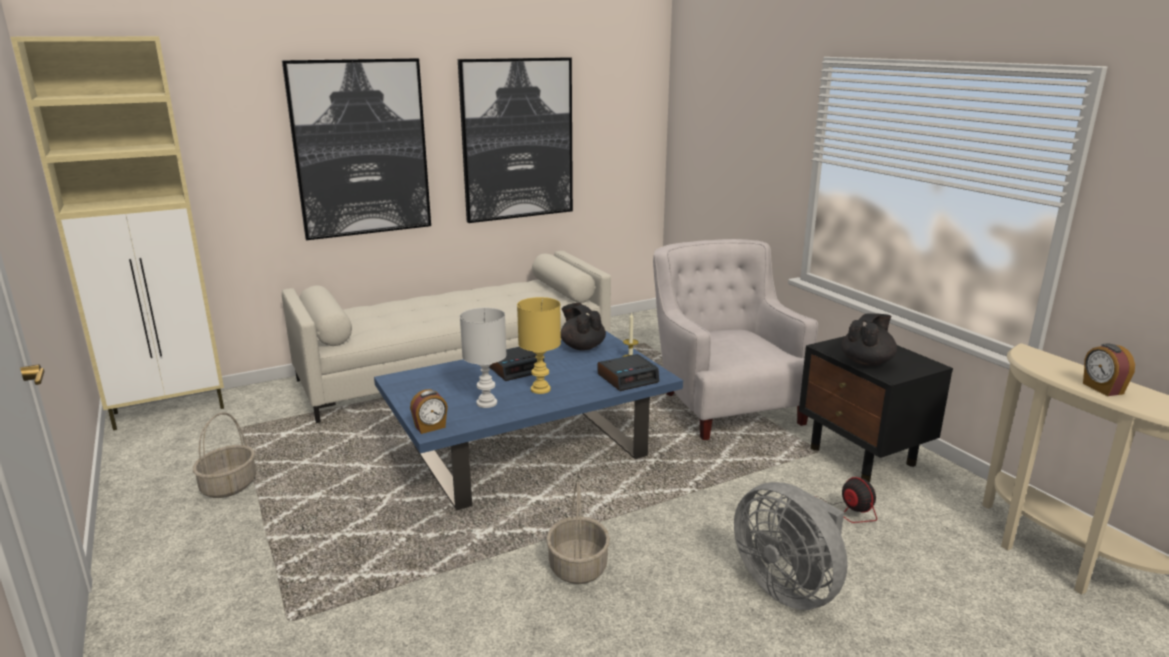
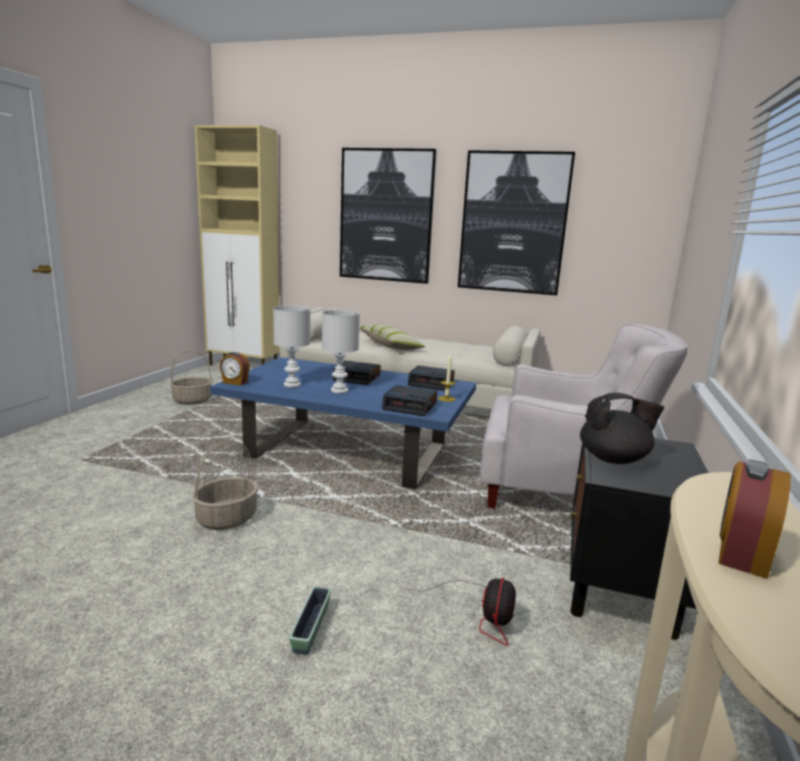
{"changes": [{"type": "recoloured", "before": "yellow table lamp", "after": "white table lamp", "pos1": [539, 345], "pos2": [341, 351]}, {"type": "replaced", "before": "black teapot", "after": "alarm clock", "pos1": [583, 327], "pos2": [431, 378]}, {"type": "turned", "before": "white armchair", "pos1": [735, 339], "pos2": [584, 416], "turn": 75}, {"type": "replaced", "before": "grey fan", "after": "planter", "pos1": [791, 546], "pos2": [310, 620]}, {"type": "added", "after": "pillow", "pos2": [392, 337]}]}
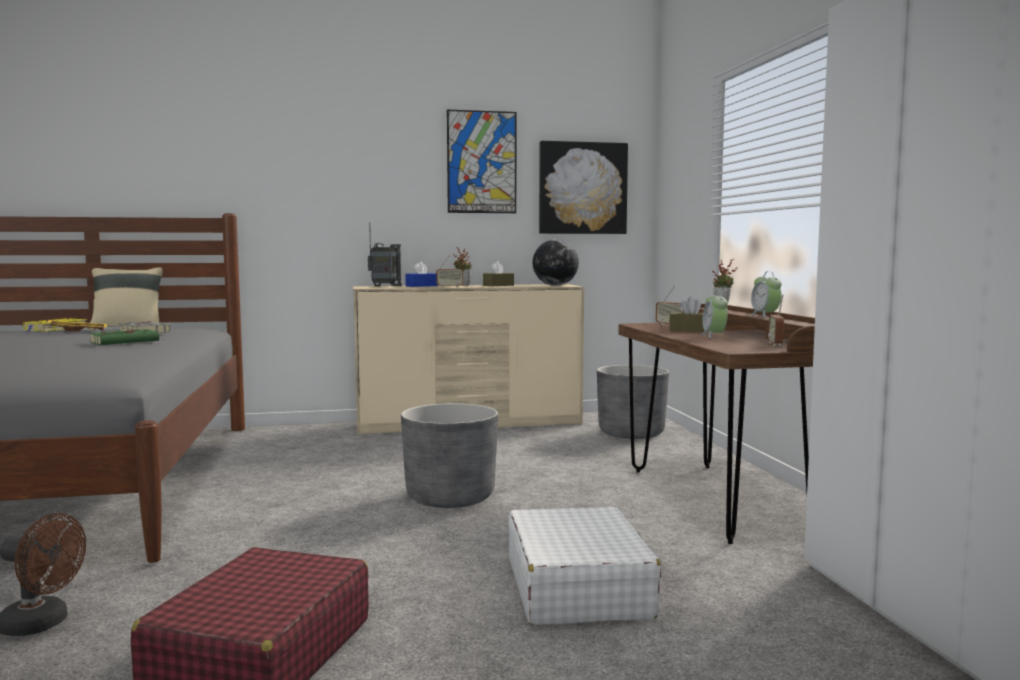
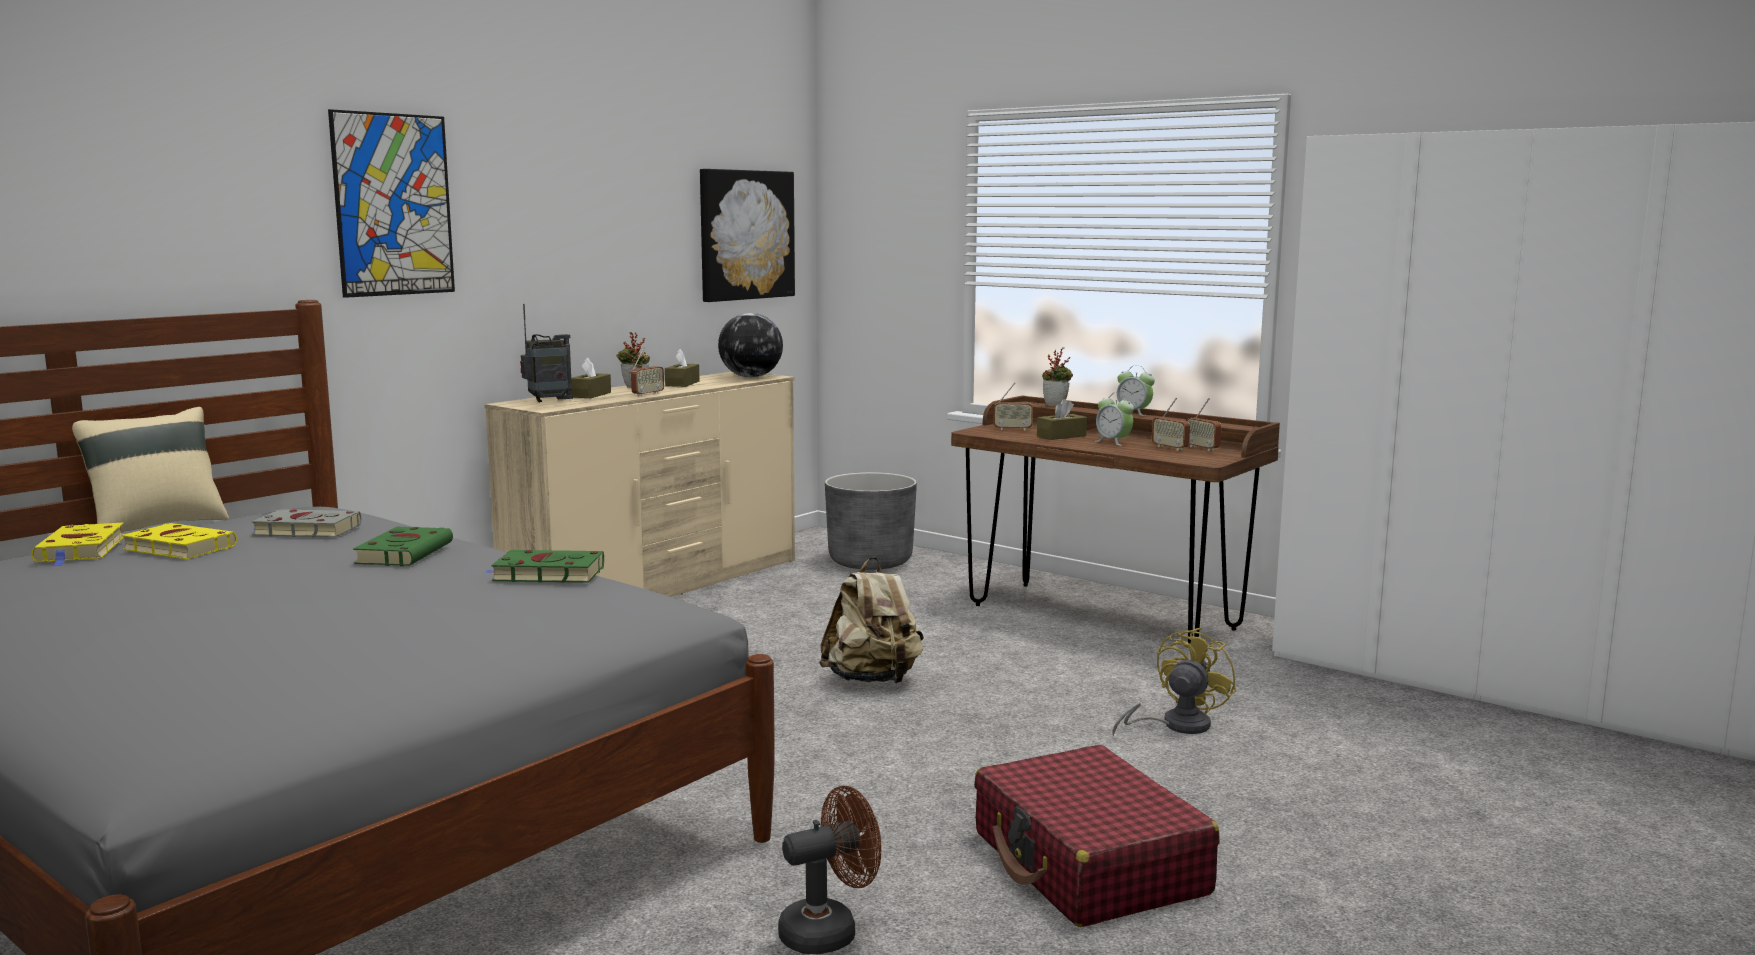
{"changes": [{"type": "replaced", "before": "yellow tray", "after": "yellow book", "pos1": [76, 326], "pos2": [179, 541]}, {"type": "replaced", "before": "grey planter", "after": "beige backpack", "pos1": [449, 455], "pos2": [871, 620]}, {"type": "recoloured", "before": "blue tissue box", "after": "brown tissue box", "pos1": [421, 274], "pos2": [591, 378]}, {"type": "moved", "before": "picture", "pos1": [481, 161], "pos2": [391, 203]}, {"type": "replaced", "before": "white suitcase", "after": "yellow fan", "pos1": [585, 565], "pos2": [1174, 681]}, {"type": "added", "after": "green book", "pos2": [544, 566]}, {"type": "added", "after": "radio", "pos2": [1171, 424]}]}
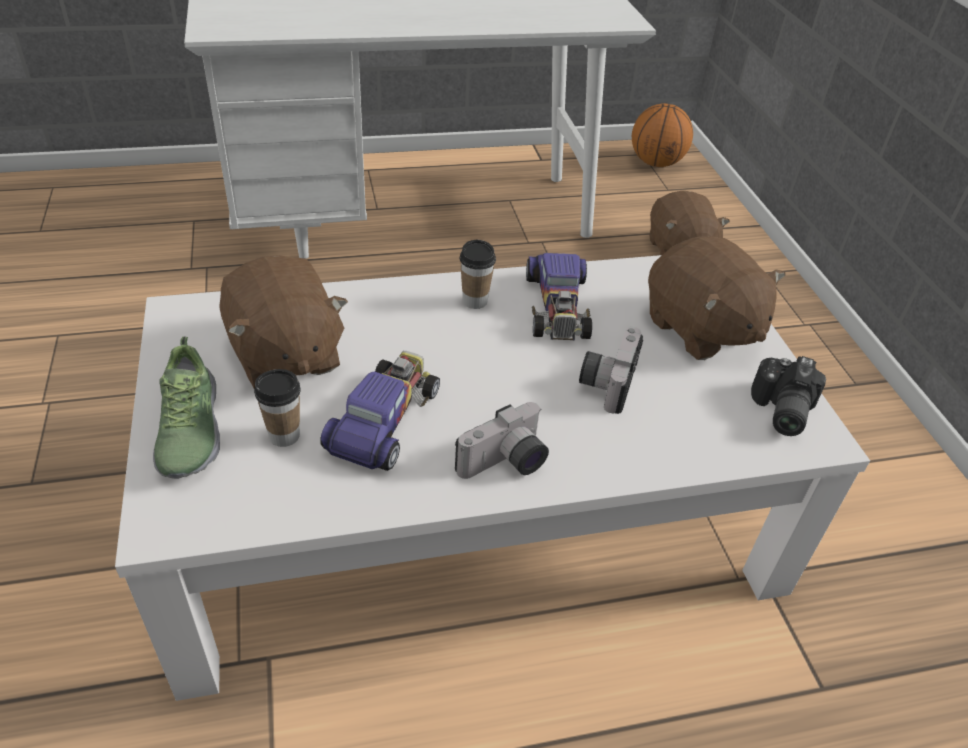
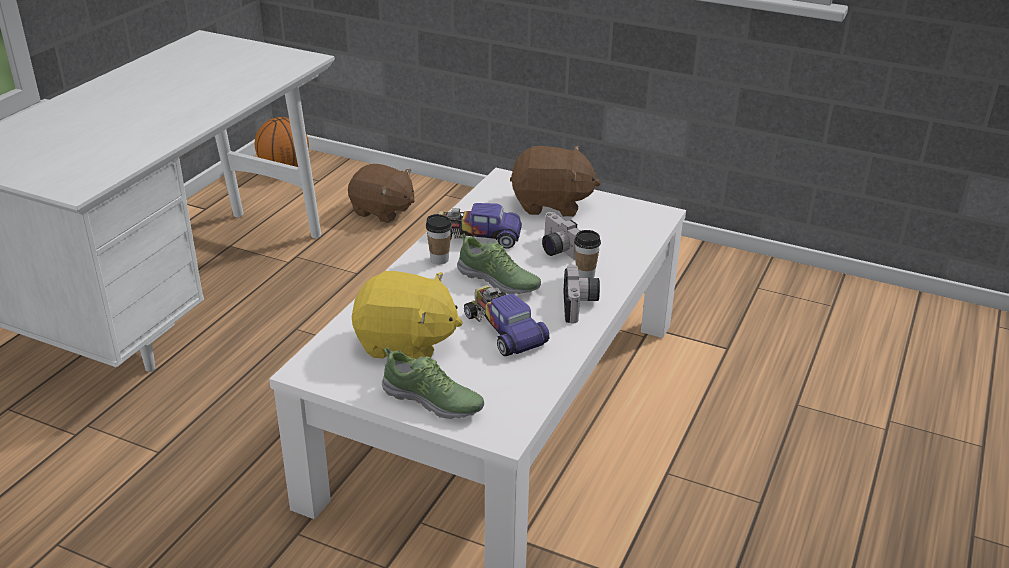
{"changes": [{"type": "recoloured", "before": "brown plush toy", "after": "yellow plush toy", "pos1": [283, 322], "pos2": [407, 315]}, {"type": "moved", "before": "cup", "pos1": [277, 408], "pos2": [587, 254]}, {"type": "turned", "before": "toy car", "pos1": [559, 297], "pos2": [480, 226], "turn": 150}, {"type": "removed", "before": "photo camera", "pos1": [788, 396]}, {"type": "added", "after": "shoe", "pos2": [499, 263]}]}
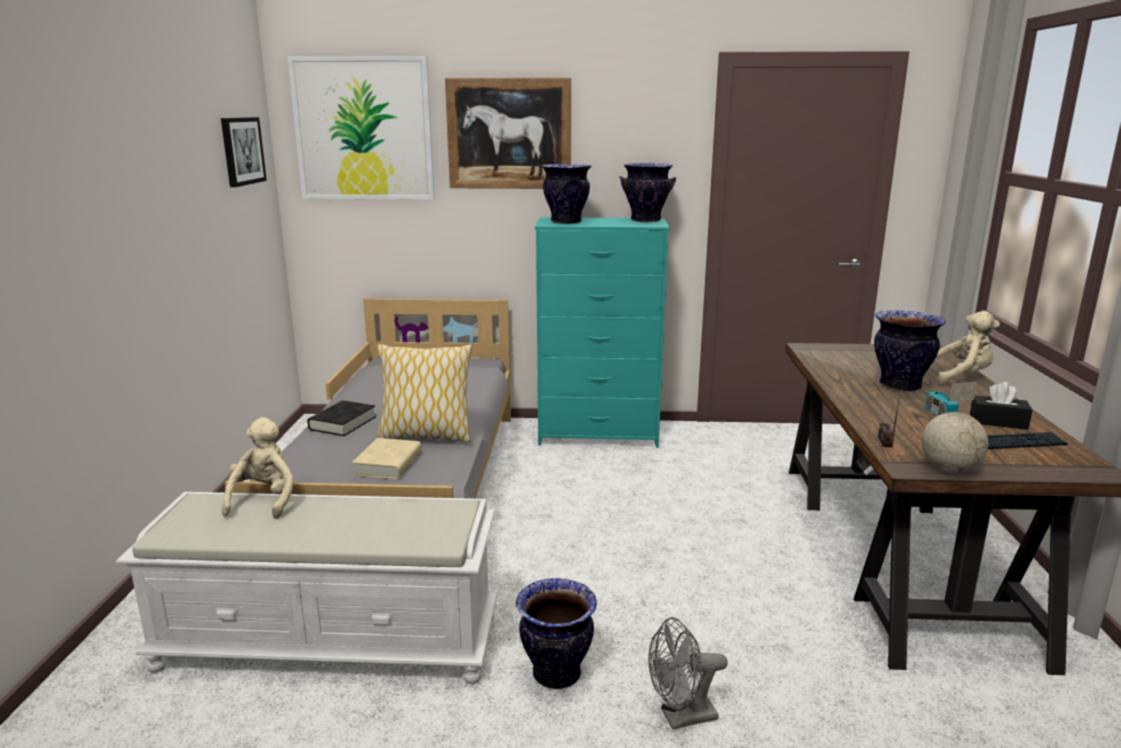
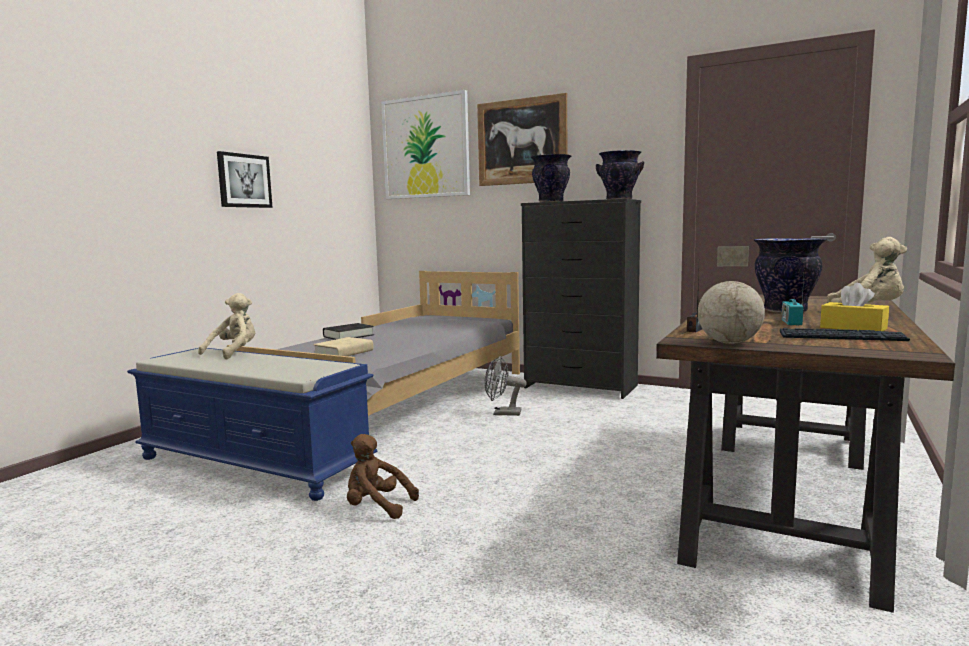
{"changes": [{"type": "recoloured", "before": "white bench", "after": "blue bench", "pos1": [306, 588], "pos2": [252, 424]}, {"type": "moved", "before": "picture", "pos1": [244, 152], "pos2": [245, 179]}, {"type": "removed", "before": "pillow", "pos1": [424, 393]}, {"type": "replaced", "before": "vase", "after": "brown plush toy", "pos1": [556, 633], "pos2": [383, 476]}, {"type": "recoloured", "before": "turquoise dresser", "after": "black dresser", "pos1": [602, 332], "pos2": [581, 299]}, {"type": "moved", "before": "grey fan", "pos1": [688, 673], "pos2": [505, 386]}, {"type": "recoloured", "before": "black tissue box", "after": "yellow tissue box", "pos1": [1001, 406], "pos2": [854, 307]}]}
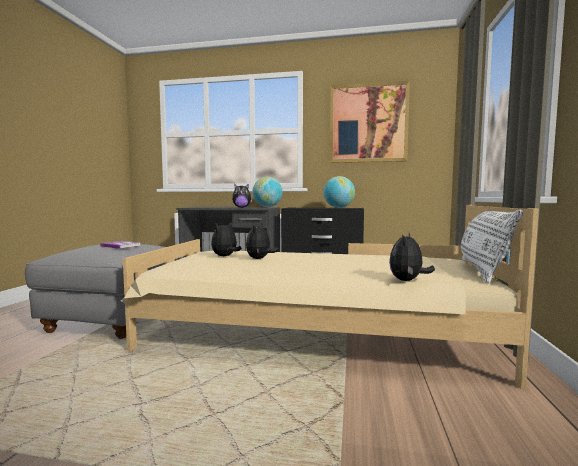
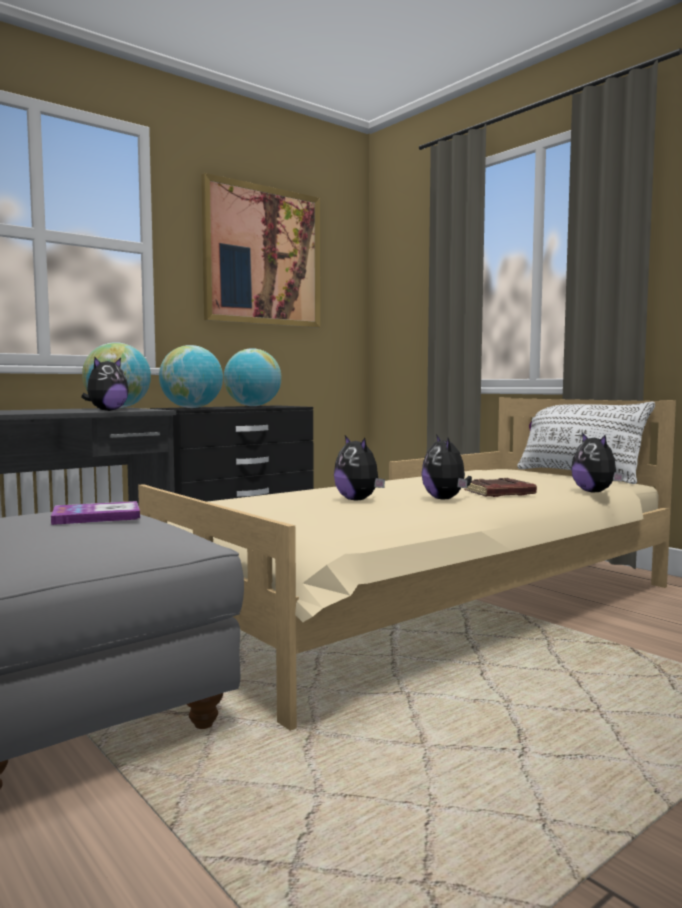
{"changes": [{"type": "moved", "before": "plush toy", "pos1": [226, 239], "pos2": [447, 467]}, {"type": "added", "after": "globe", "pos2": [191, 376]}, {"type": "added", "after": "brown book", "pos2": [500, 487]}]}
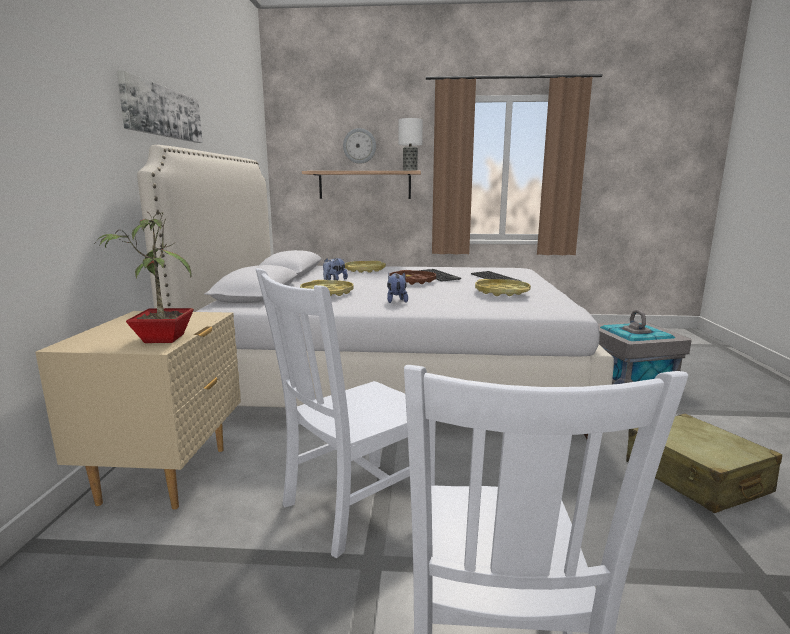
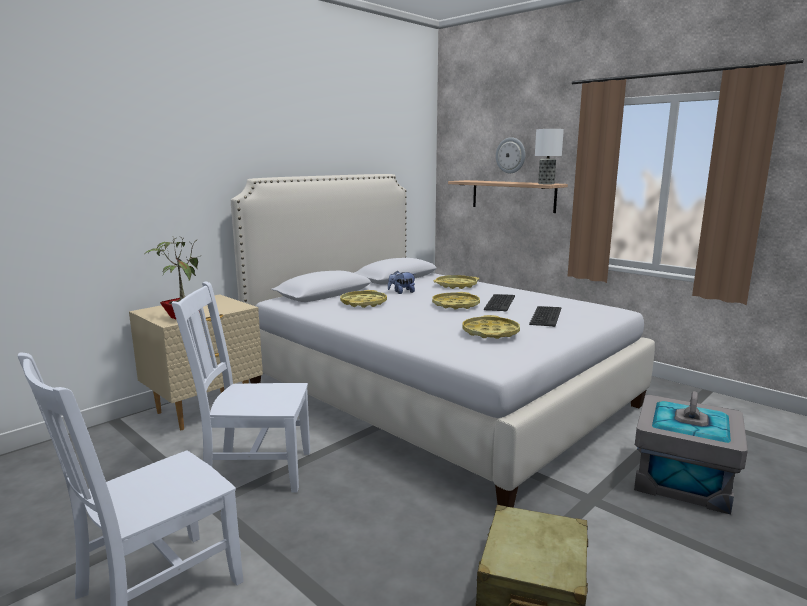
{"changes": [{"type": "removed", "before": "picture", "pos1": [160, 107]}, {"type": "removed", "before": "plush toy", "pos1": [397, 287]}, {"type": "recoloured", "before": "brown tray", "after": "yellow tray", "pos1": [412, 277], "pos2": [456, 301]}]}
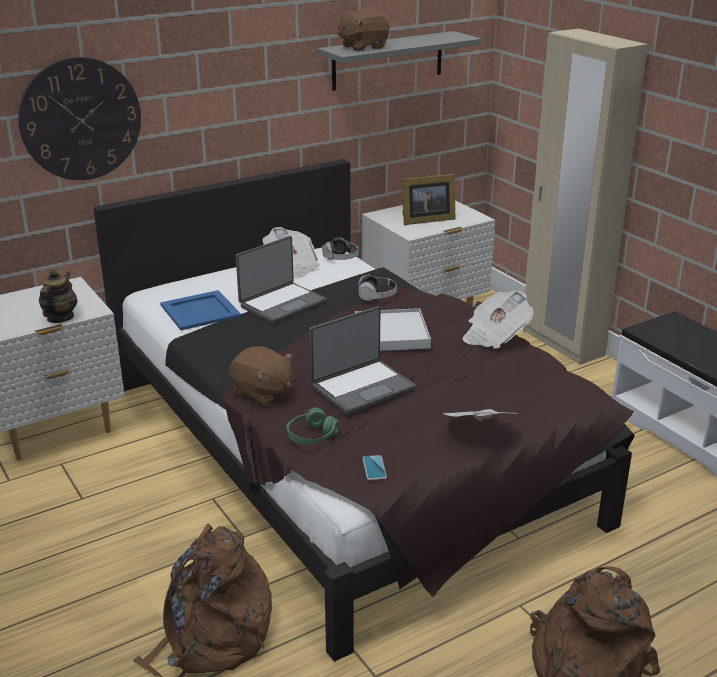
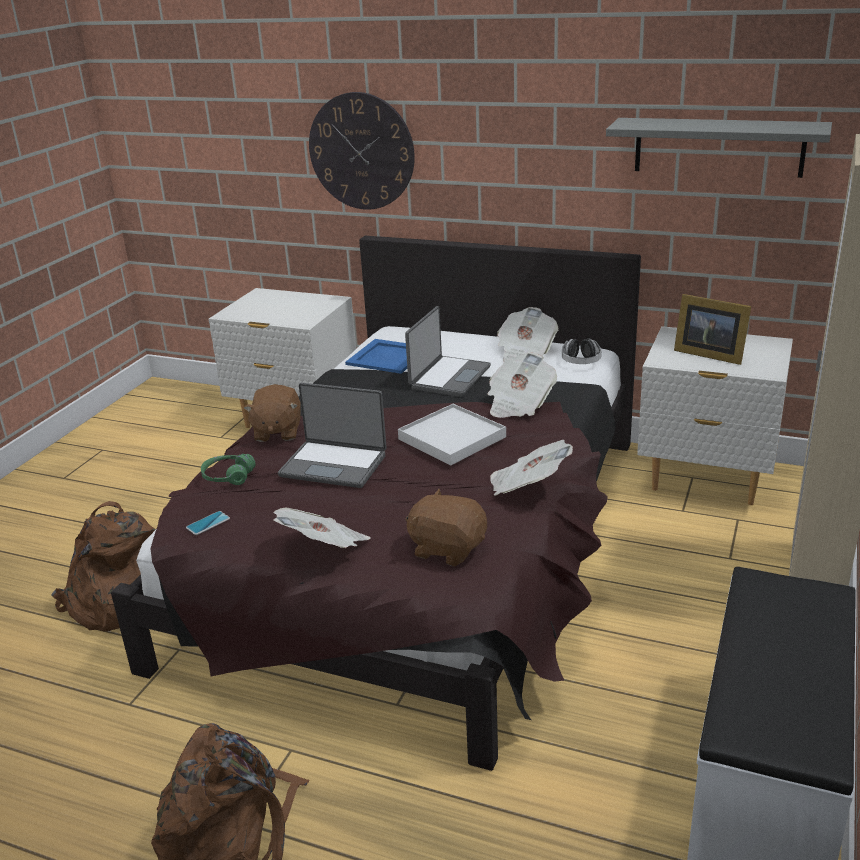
{"changes": [{"type": "removed", "before": "teapot", "pos1": [58, 296]}, {"type": "turned", "before": "laptop", "pos1": [281, 280], "pos2": [448, 351], "turn": -75}, {"type": "moved", "before": "brown plush toy", "pos1": [363, 30], "pos2": [446, 527]}, {"type": "replaced", "before": "headphones", "after": "newspaper", "pos1": [377, 288], "pos2": [522, 385]}]}
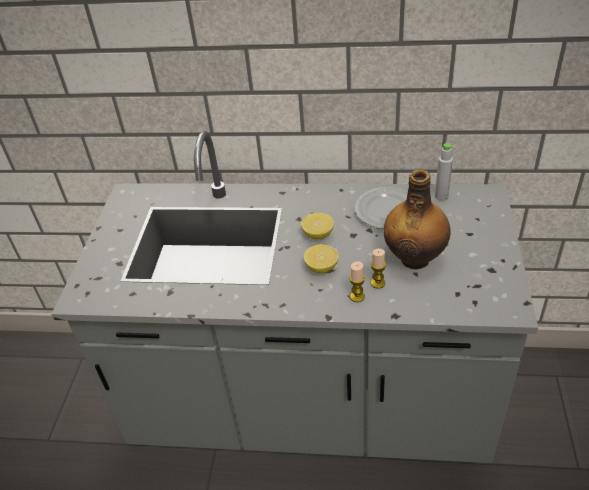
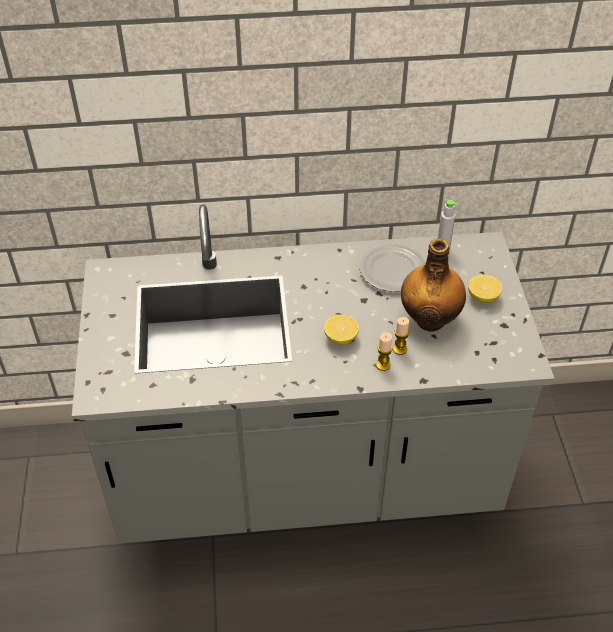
{"changes": [{"type": "moved", "before": "lemon", "pos1": [317, 226], "pos2": [485, 289]}]}
